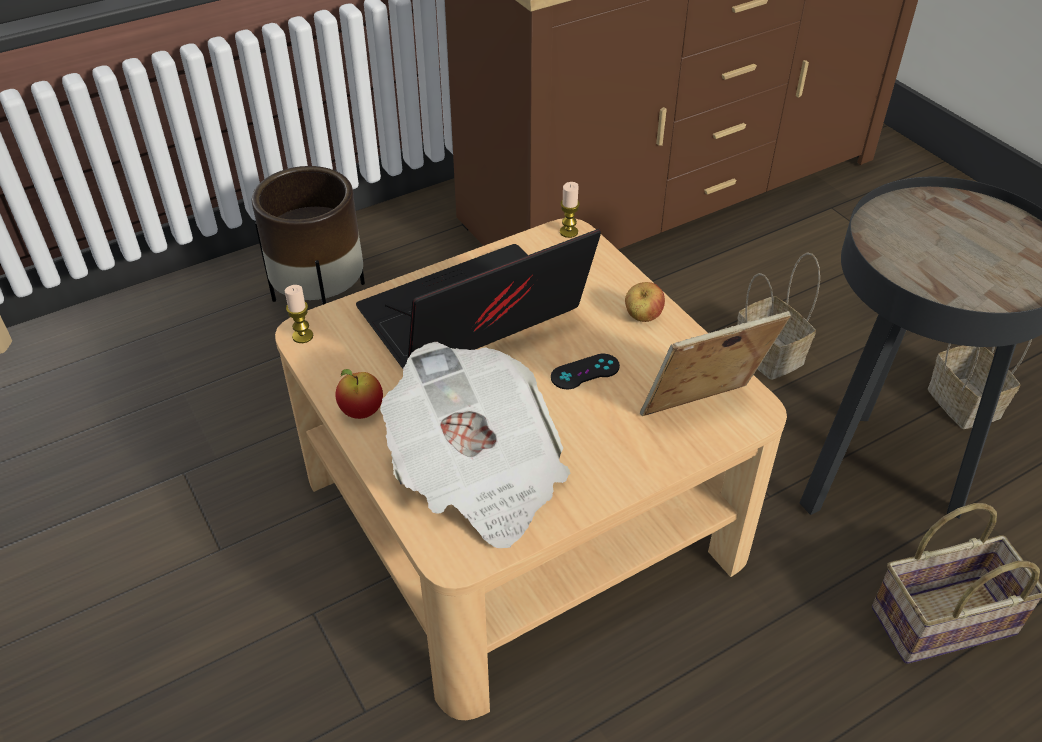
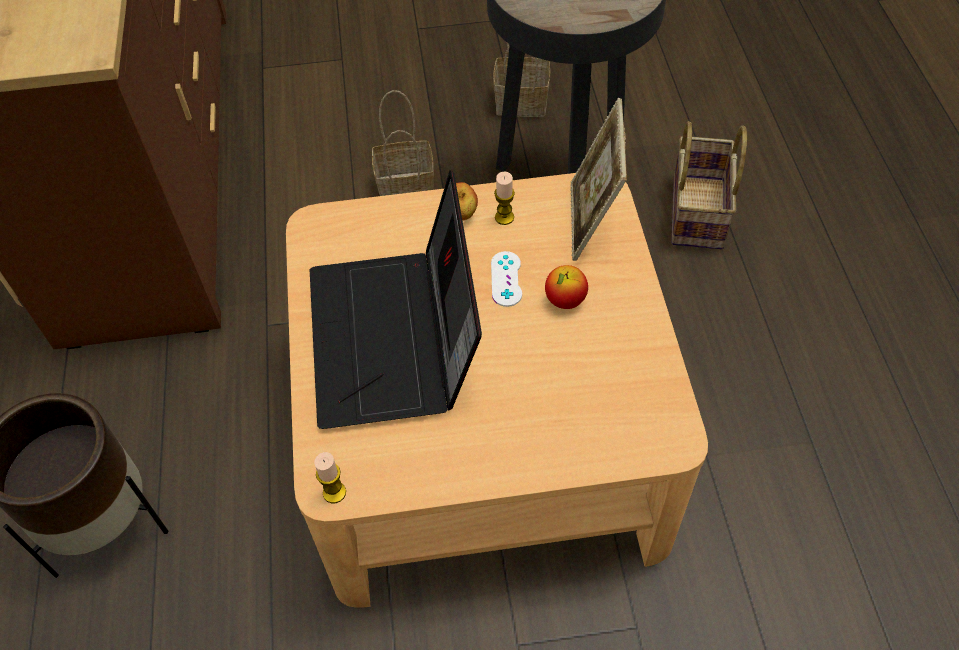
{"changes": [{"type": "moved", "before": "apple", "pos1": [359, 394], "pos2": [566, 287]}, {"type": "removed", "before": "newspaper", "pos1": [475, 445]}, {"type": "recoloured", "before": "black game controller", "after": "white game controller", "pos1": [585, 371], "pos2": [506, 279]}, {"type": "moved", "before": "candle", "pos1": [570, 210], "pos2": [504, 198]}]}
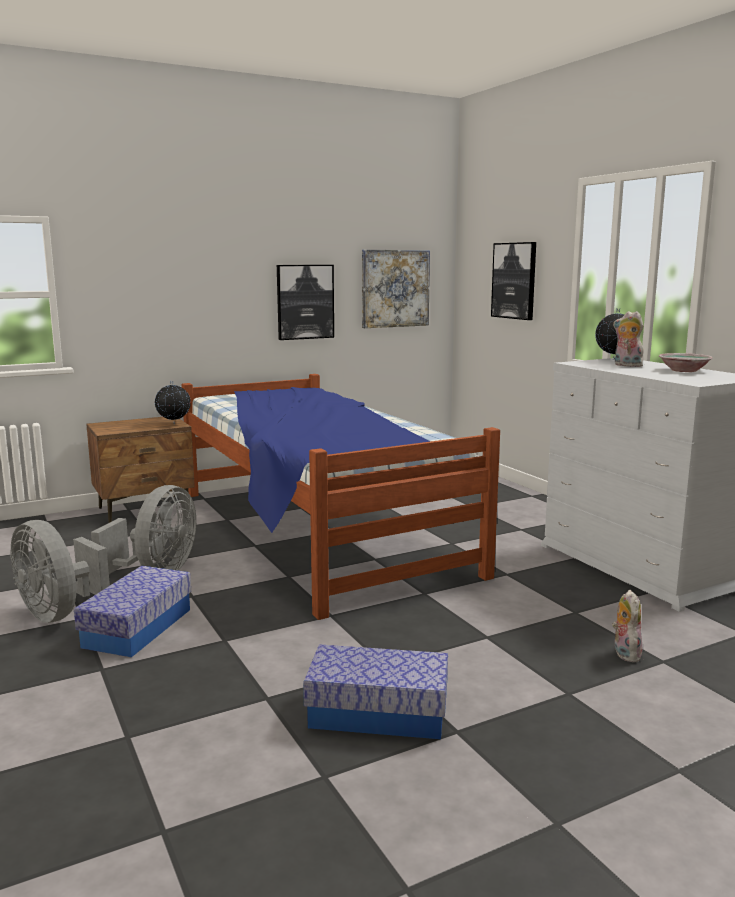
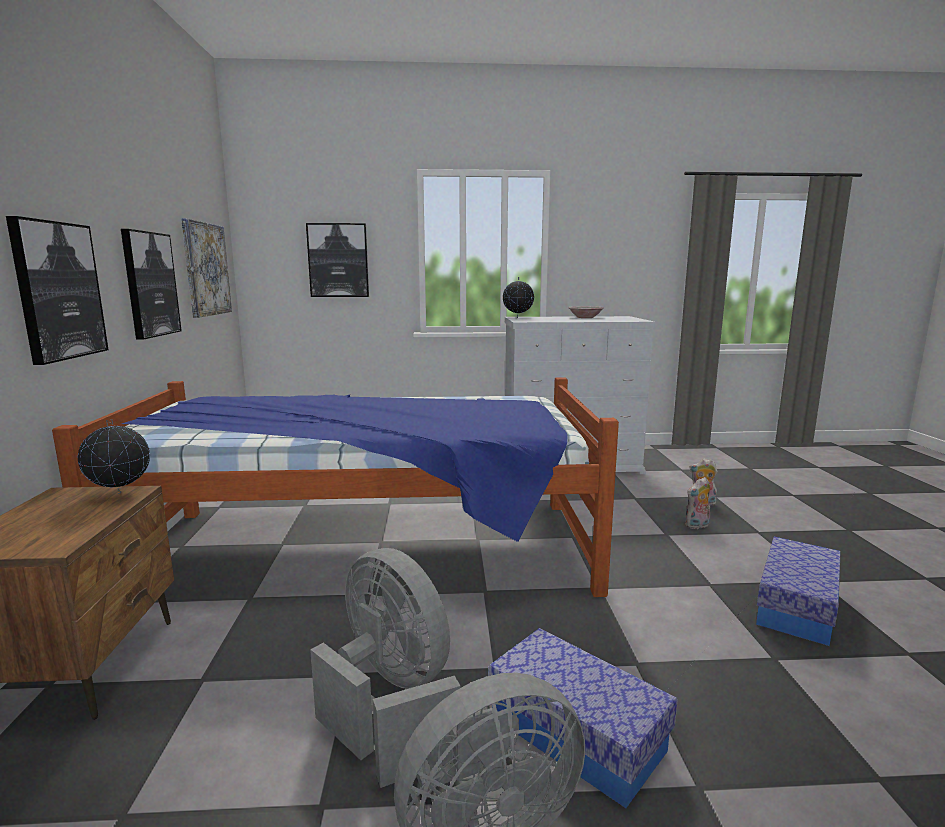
{"changes": [{"type": "moved", "before": "plush toy", "pos1": [628, 339], "pos2": [697, 503]}, {"type": "added", "after": "picture", "pos2": [57, 290]}]}
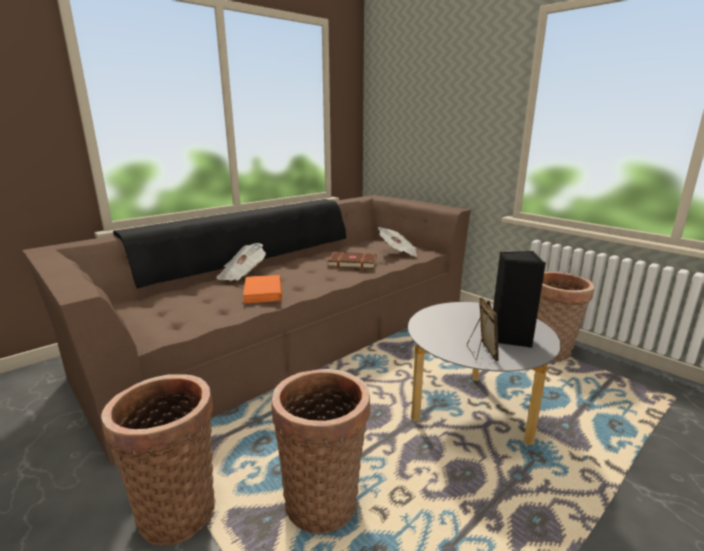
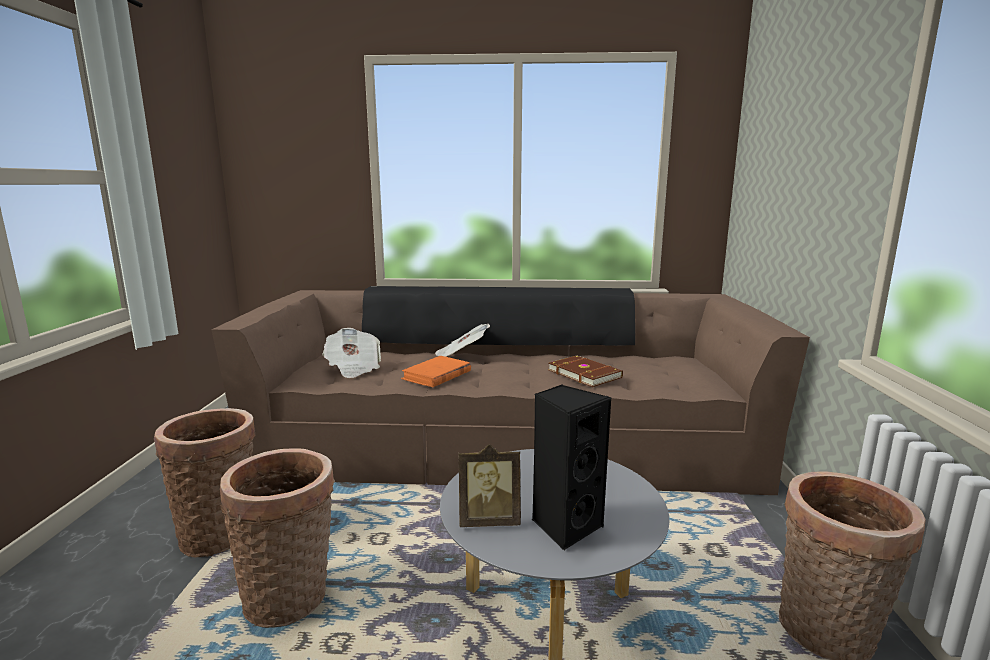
{"changes": [{"type": "moved", "before": "newspaper", "pos1": [397, 242], "pos2": [351, 353]}, {"type": "turned", "before": "picture frame", "pos1": [483, 329], "pos2": [489, 485], "turn": 45}]}
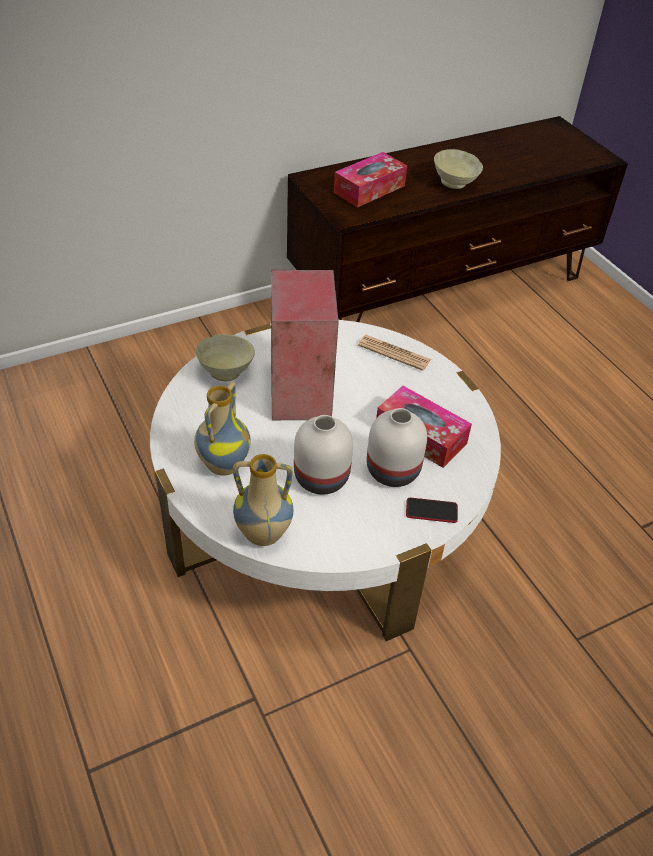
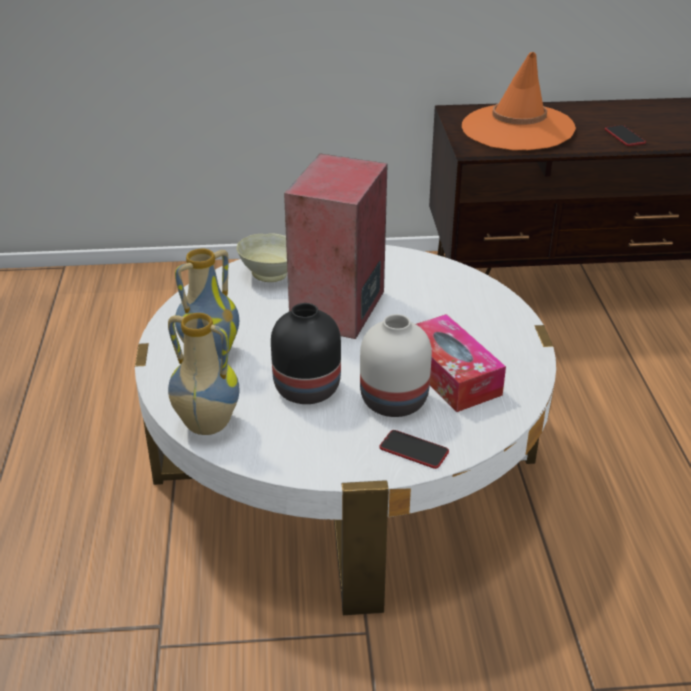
{"changes": [{"type": "recoloured", "before": "white vase", "after": "black vase", "pos1": [323, 455], "pos2": [306, 353]}, {"type": "replaced", "before": "tissue box", "after": "orange hat", "pos1": [370, 179], "pos2": [519, 101]}, {"type": "removed", "before": "newspaper", "pos1": [394, 353]}, {"type": "replaced", "before": "beige bowl", "after": "phone", "pos1": [458, 169], "pos2": [625, 135]}]}
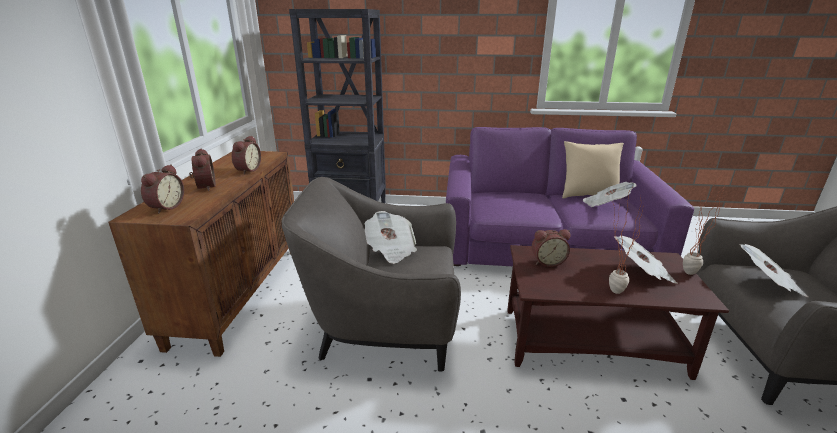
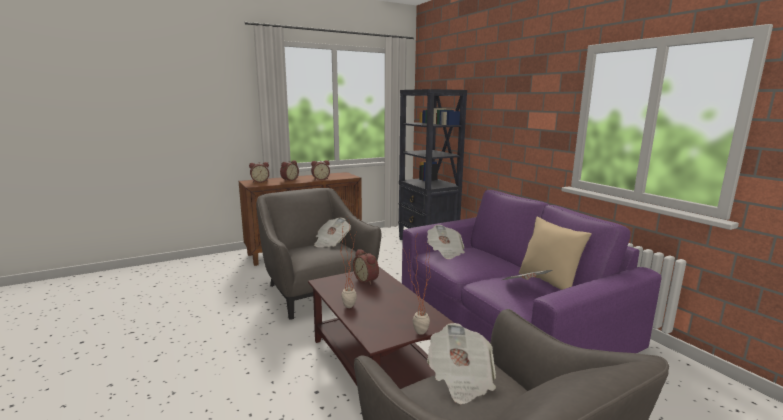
{"changes": [{"type": "moved", "before": "newspaper", "pos1": [645, 260], "pos2": [446, 242]}]}
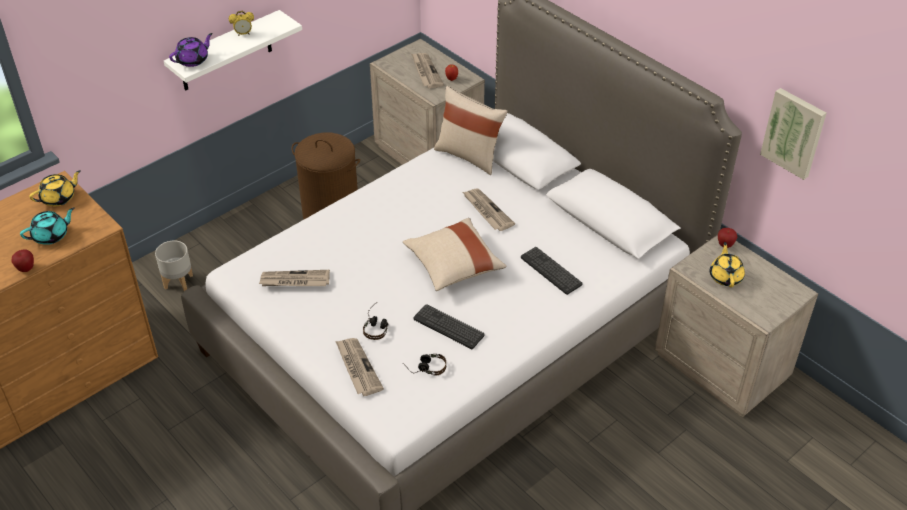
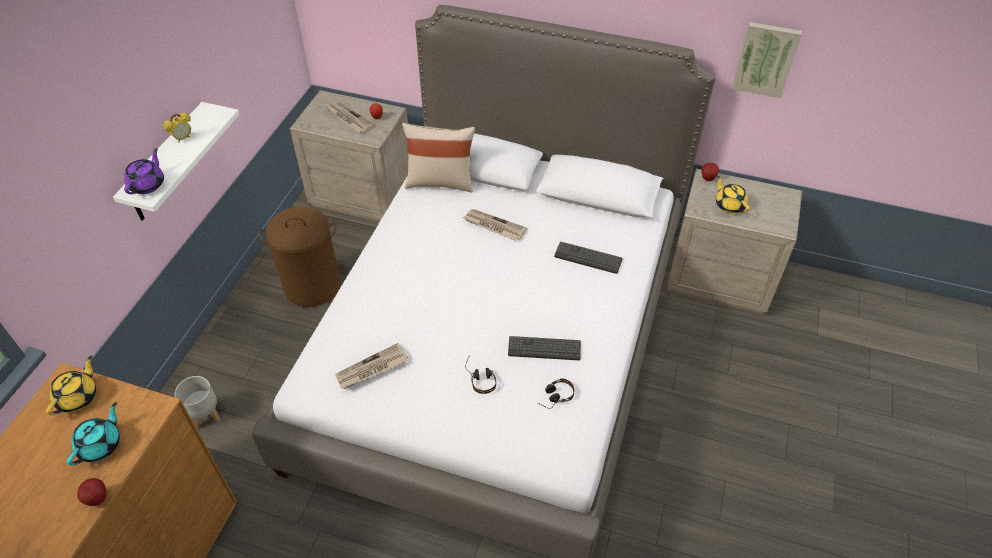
{"changes": [{"type": "removed", "before": "newspaper", "pos1": [359, 367]}, {"type": "removed", "before": "beige pillow", "pos1": [454, 254]}]}
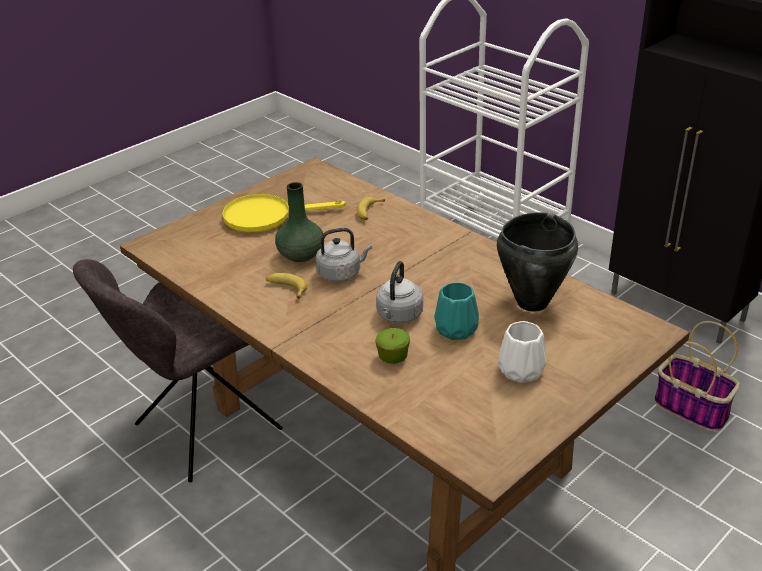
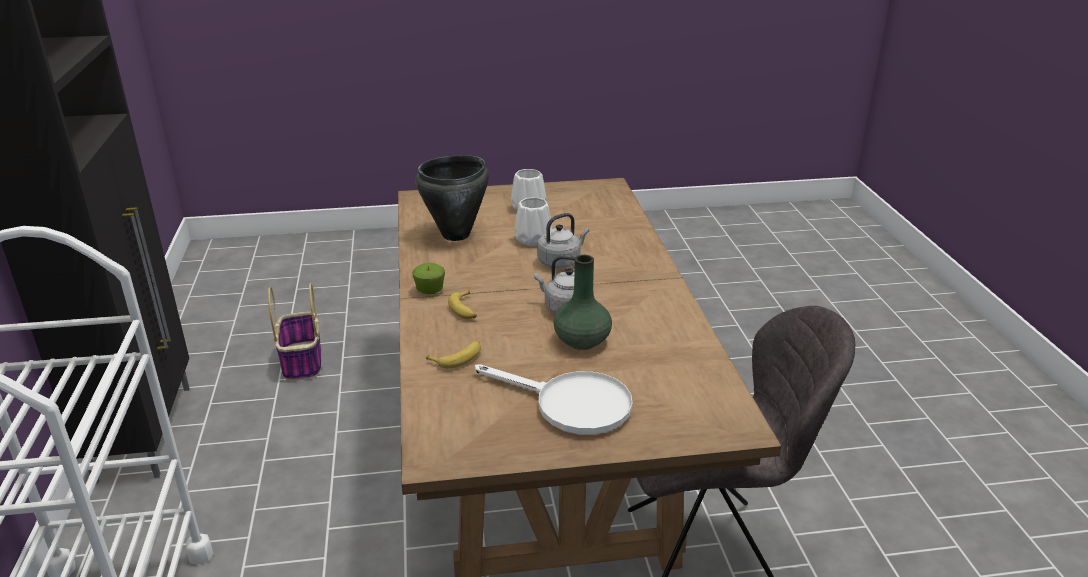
{"changes": [{"type": "recoloured", "before": "yellow frying pan", "after": "white frying pan", "pos1": [284, 213], "pos2": [554, 399]}, {"type": "moved", "before": "banana", "pos1": [286, 286], "pos2": [462, 304]}, {"type": "moved", "before": "apple", "pos1": [392, 346], "pos2": [428, 278]}, {"type": "recoloured", "before": "turquoise vase", "after": "white vase", "pos1": [456, 311], "pos2": [533, 221]}]}
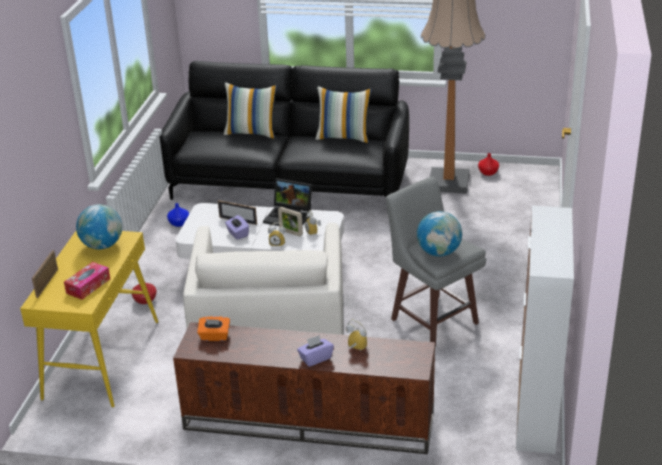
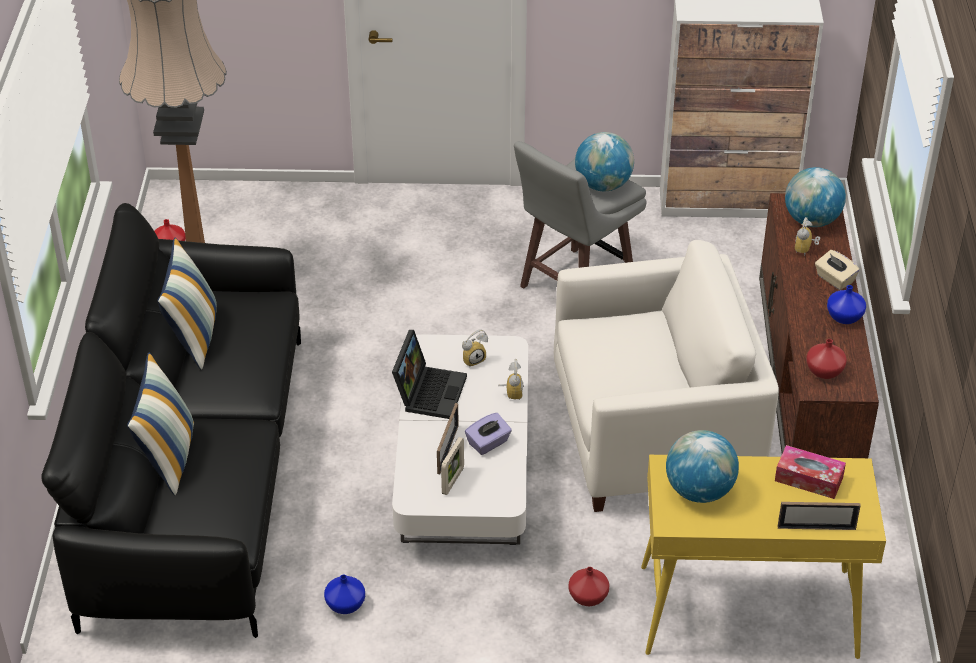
{"changes": [{"type": "replaced", "before": "orange tissue box", "after": "red vase", "pos1": [213, 328], "pos2": [826, 359]}, {"type": "moved", "before": "picture frame", "pos1": [290, 221], "pos2": [452, 466]}, {"type": "recoloured", "before": "purple tissue box", "after": "beige tissue box", "pos1": [315, 351], "pos2": [837, 270]}, {"type": "added", "after": "globe", "pos2": [815, 197]}, {"type": "added", "after": "blue vase", "pos2": [846, 304]}]}
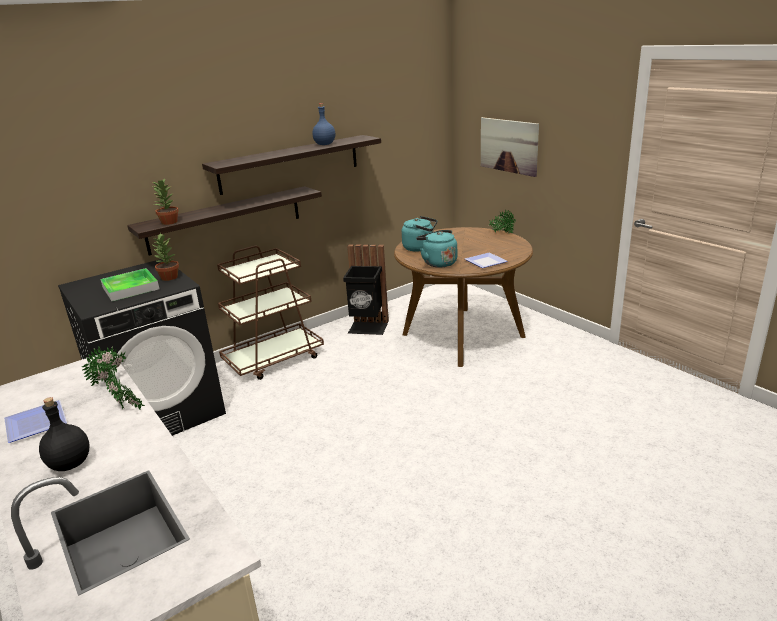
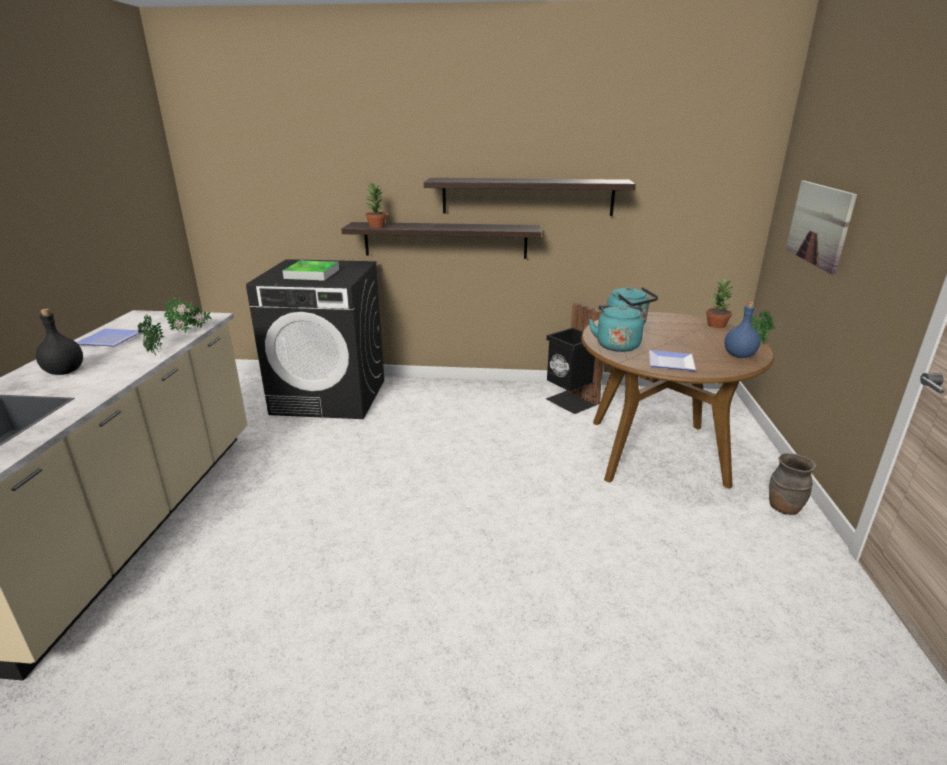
{"changes": [{"type": "moved", "before": "potted plant", "pos1": [166, 257], "pos2": [720, 303]}, {"type": "removed", "before": "brown cart", "pos1": [270, 313]}, {"type": "moved", "before": "blue bottle", "pos1": [323, 124], "pos2": [743, 330]}, {"type": "added", "after": "brown vase", "pos2": [792, 484]}]}
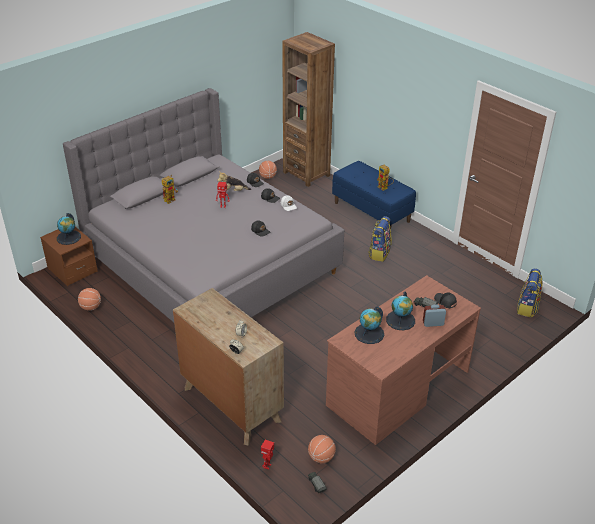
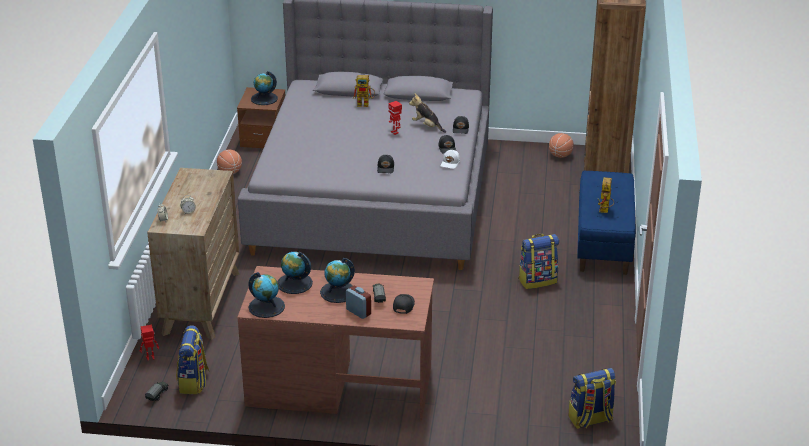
{"changes": [{"type": "replaced", "before": "basketball", "after": "backpack", "pos1": [322, 449], "pos2": [193, 359]}, {"type": "added", "after": "globe", "pos2": [266, 295]}]}
